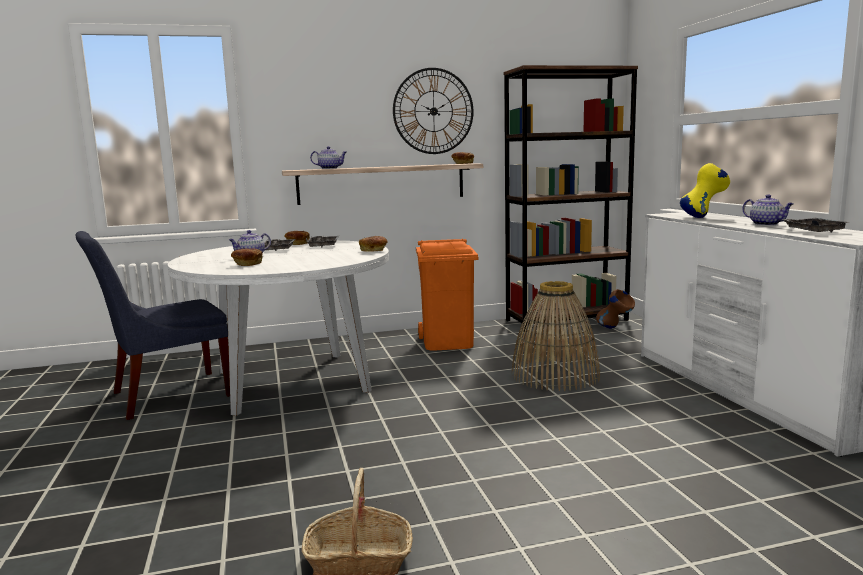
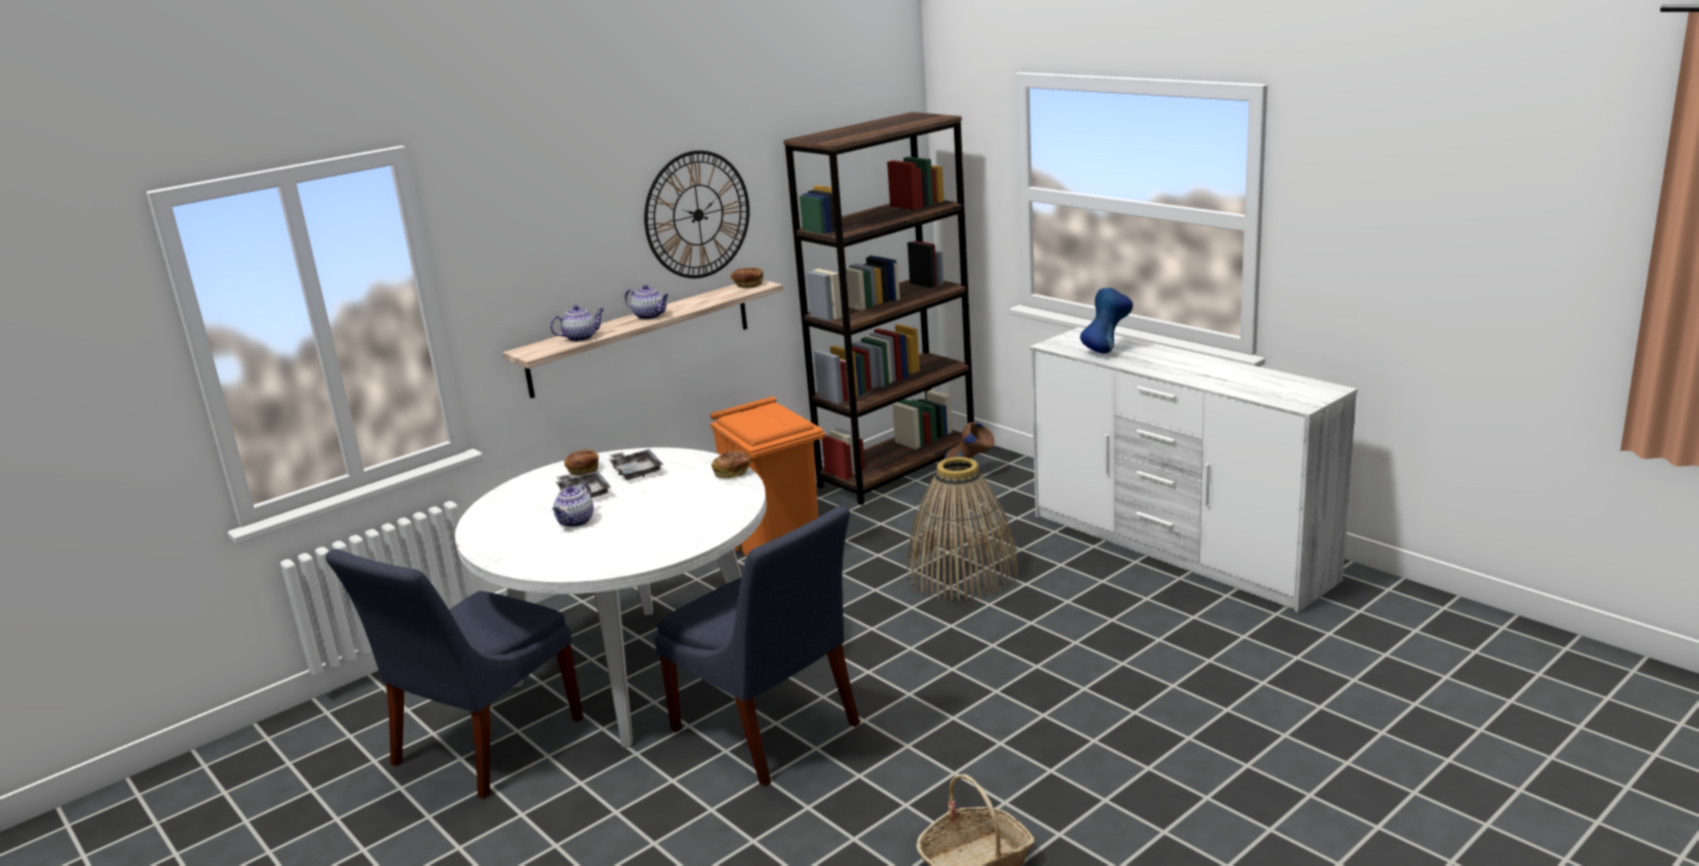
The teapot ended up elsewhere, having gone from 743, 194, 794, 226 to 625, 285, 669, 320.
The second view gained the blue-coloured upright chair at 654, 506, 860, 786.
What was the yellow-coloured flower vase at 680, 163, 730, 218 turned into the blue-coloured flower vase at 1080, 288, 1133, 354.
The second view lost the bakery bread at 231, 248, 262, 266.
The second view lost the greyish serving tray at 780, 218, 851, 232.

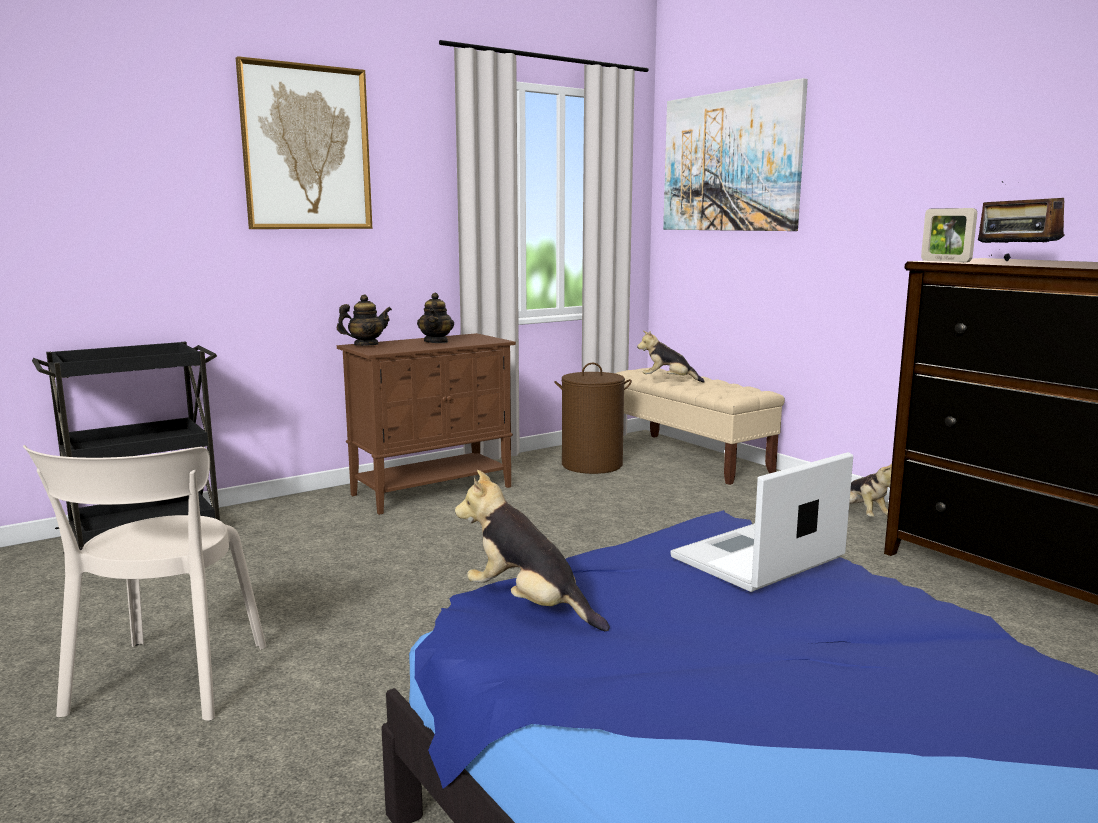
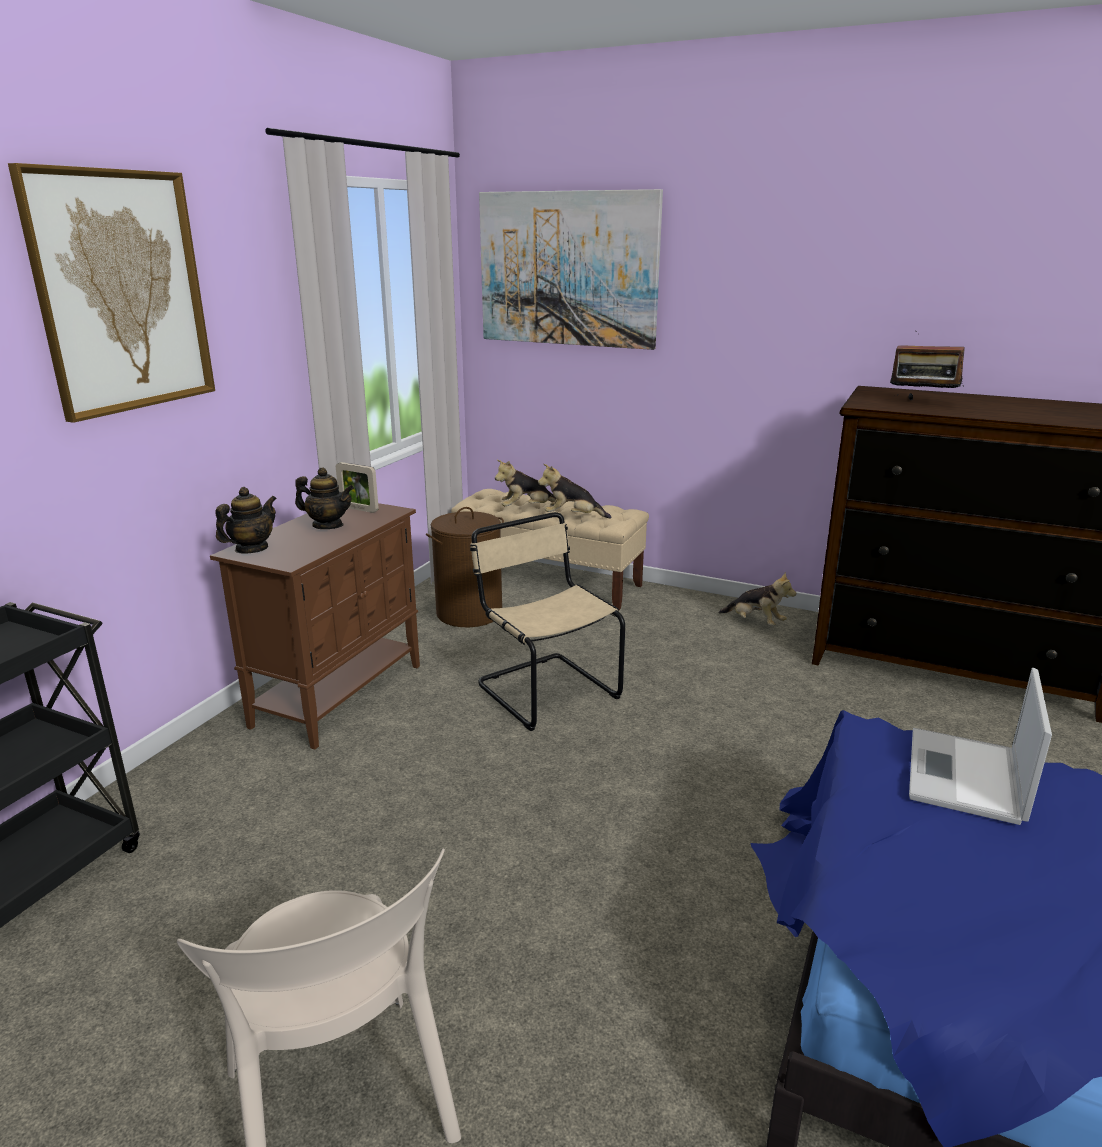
The teapot at 417, 292, 454, 343 ended up facing another way, 45 degrees counterclockwise from before.
The standing frame ended up elsewhere, having gone from 921, 208, 977, 262 to 336, 462, 379, 513.
The second view gained the beige upright chair at 470, 512, 625, 731.
The plush toy ended up elsewhere, having gone from 455, 470, 610, 631 to 538, 464, 611, 519.

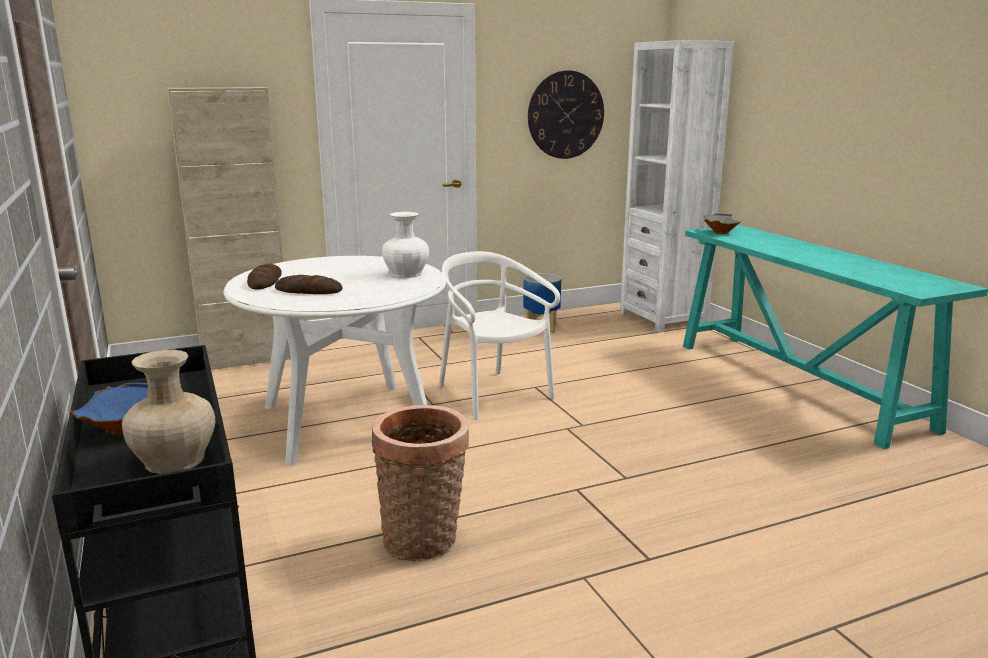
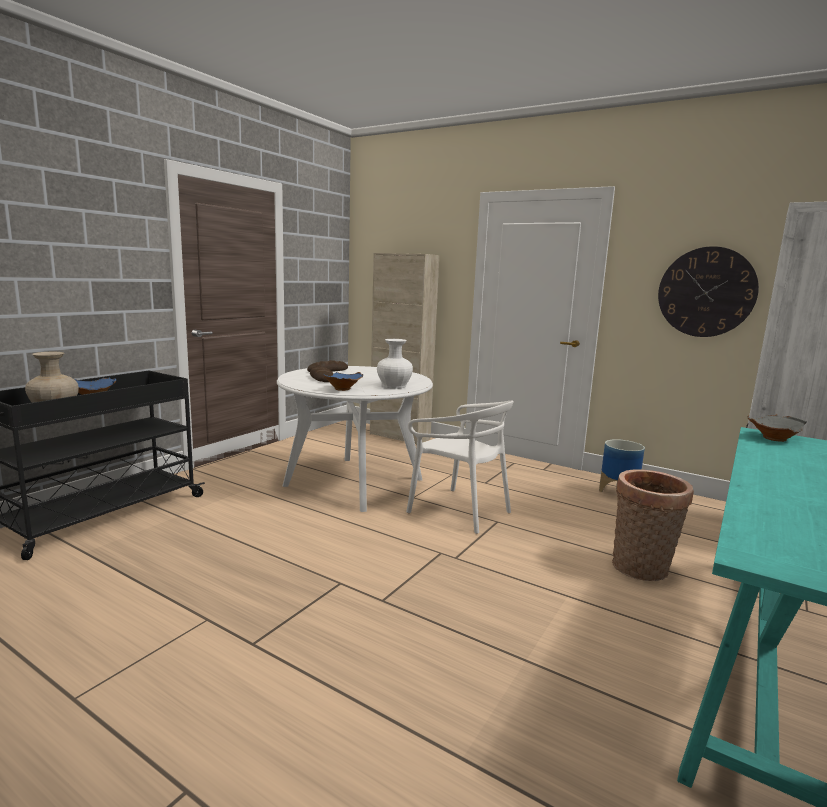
The second view gained the blue-coloured serving bowl at 324, 372, 363, 391.
The white upright chair at 439, 251, 560, 419 ended up facing another way, 105 degrees clockwise from before.
The basket ended up elsewhere, having gone from 372, 405, 469, 561 to 612, 469, 694, 581.

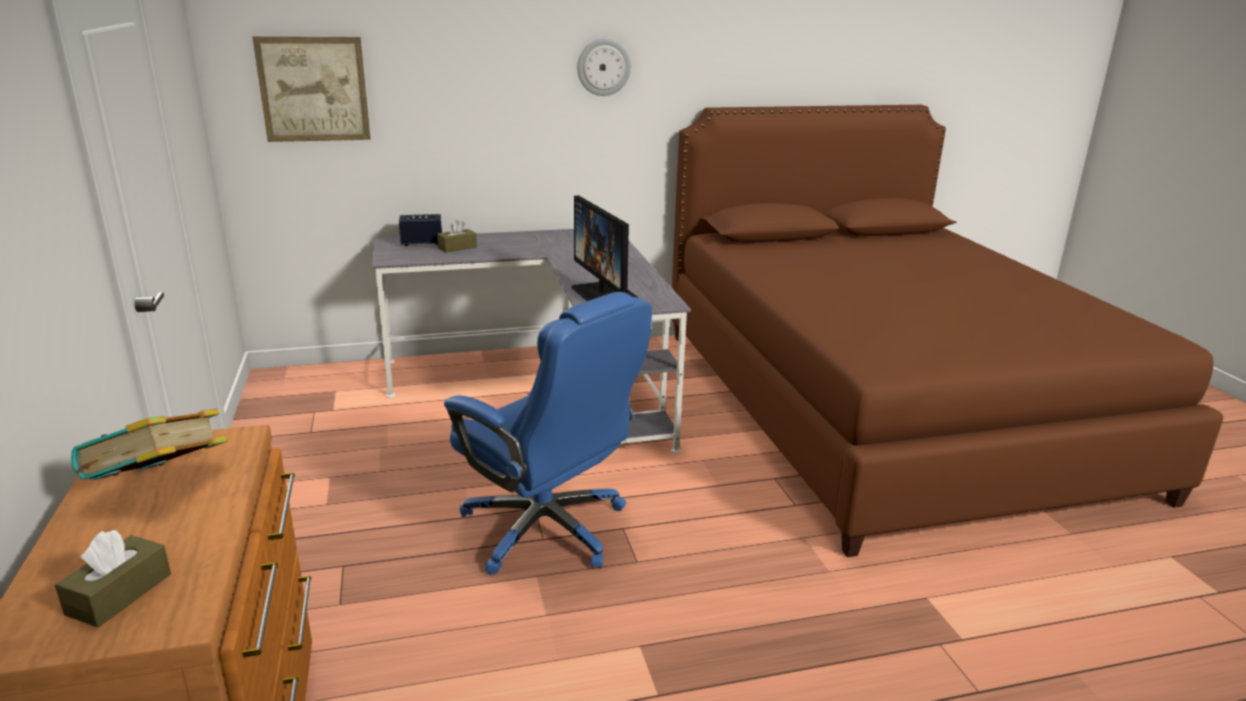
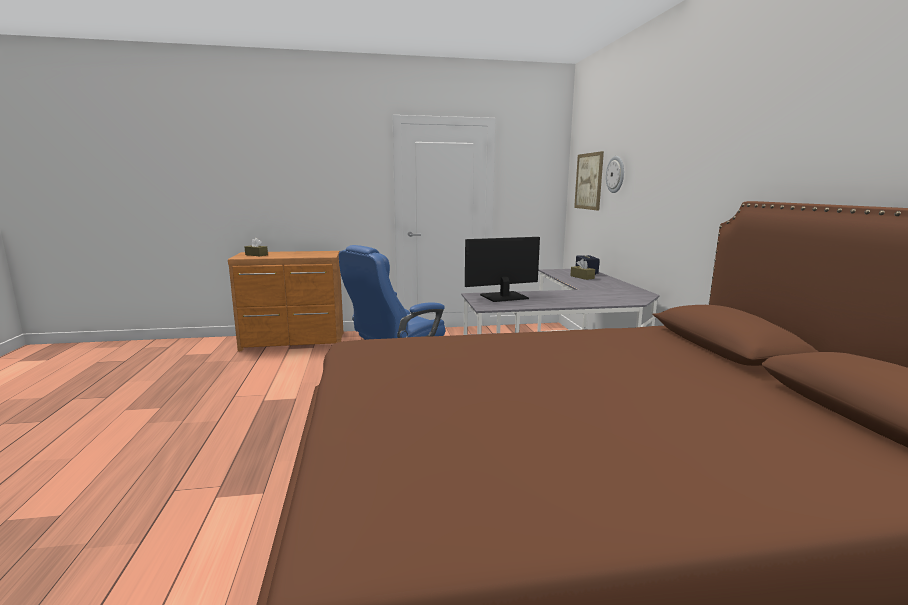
The wall clock ended up elsewhere, having gone from 577, 38, 631, 96 to 606, 156, 624, 193.
The second view lost the volume at 71, 409, 228, 480.

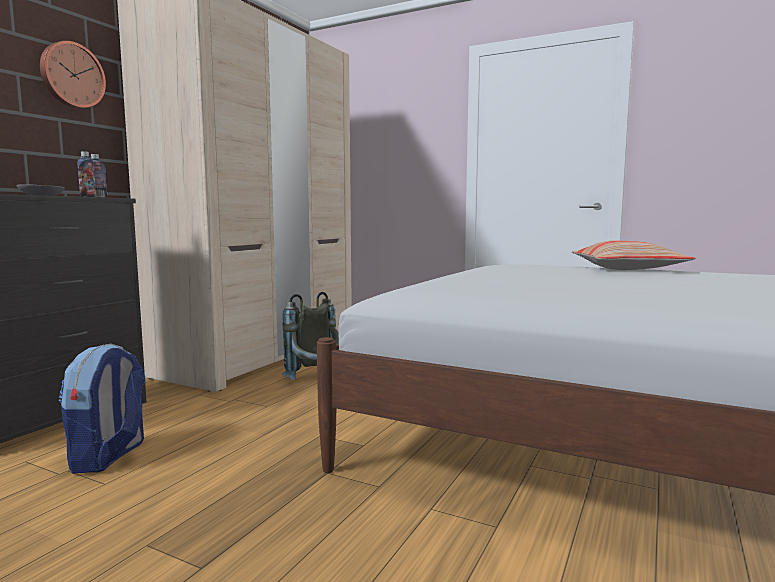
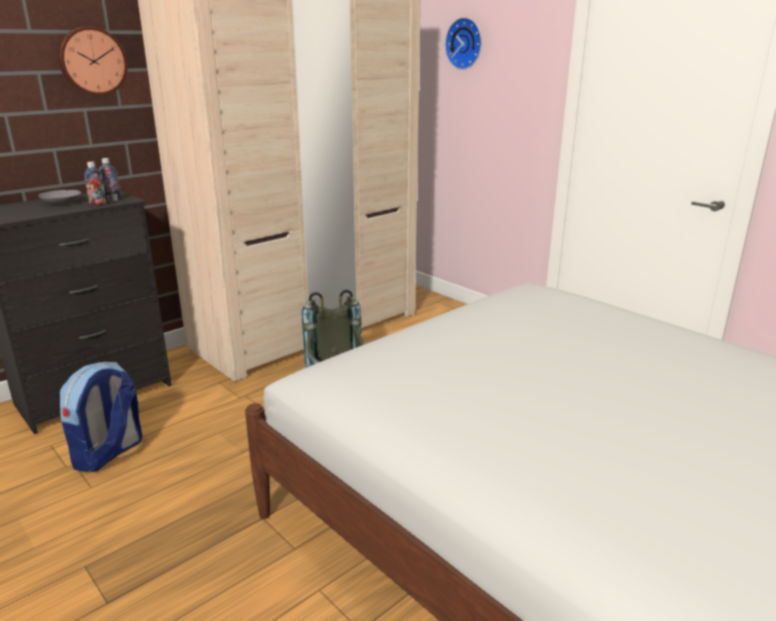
The second view gained the wall clock at 445, 17, 482, 70.
The second view lost the throw pillow at 572, 240, 695, 270.

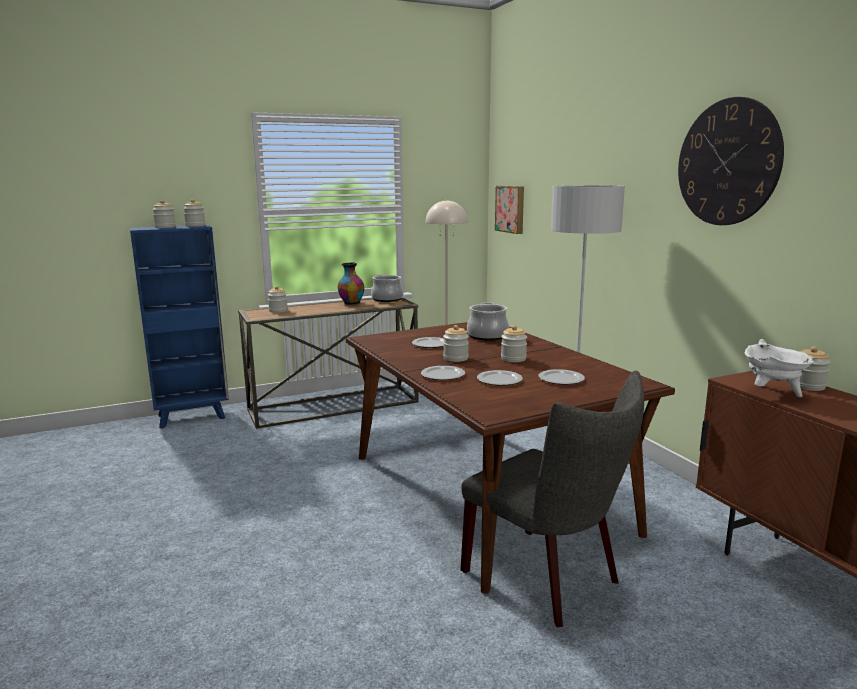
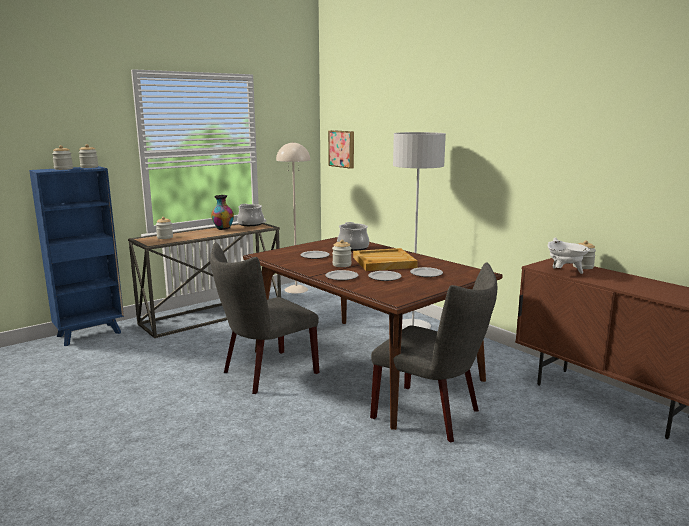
The second view gained the greyish upright chair at 210, 242, 319, 394.
Where the storage jar stood at 501, 325, 527, 362, the beige serving tray came to stand at 353, 248, 418, 271.
The second view lost the wall clock at 678, 97, 784, 225.

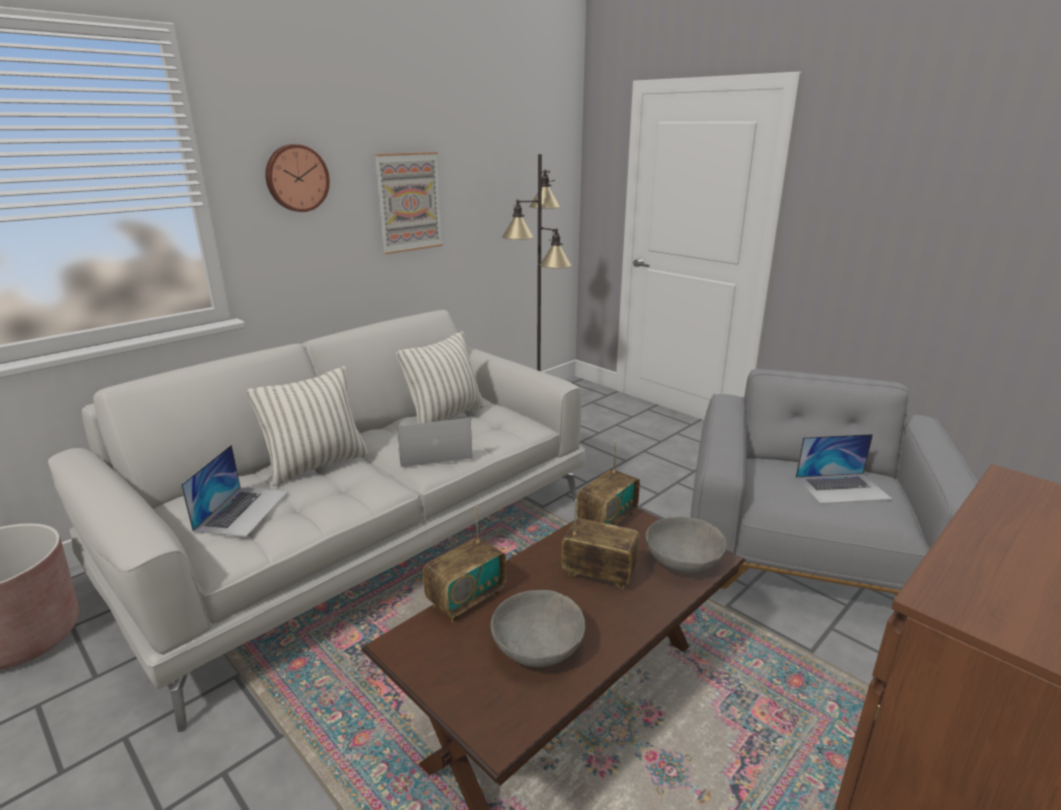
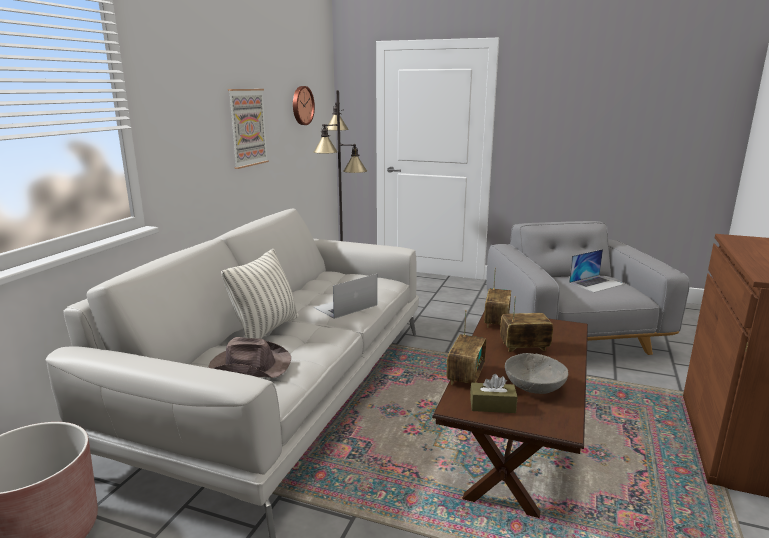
Where the notebook computer stood at 181, 445, 289, 537, the brown-coloured hat came to stand at 208, 337, 291, 378.
The wall clock ended up elsewhere, having gone from 265, 144, 330, 212 to 293, 86, 315, 125.
The second view gained the brown-coloured tissue holder at 470, 374, 517, 413.
The second view lost the throw pillow at 396, 331, 485, 423.
The second view lost the greyish serving bowl at 646, 517, 727, 573.

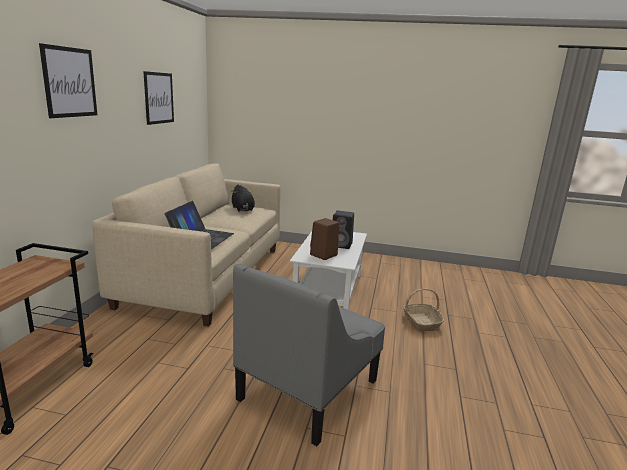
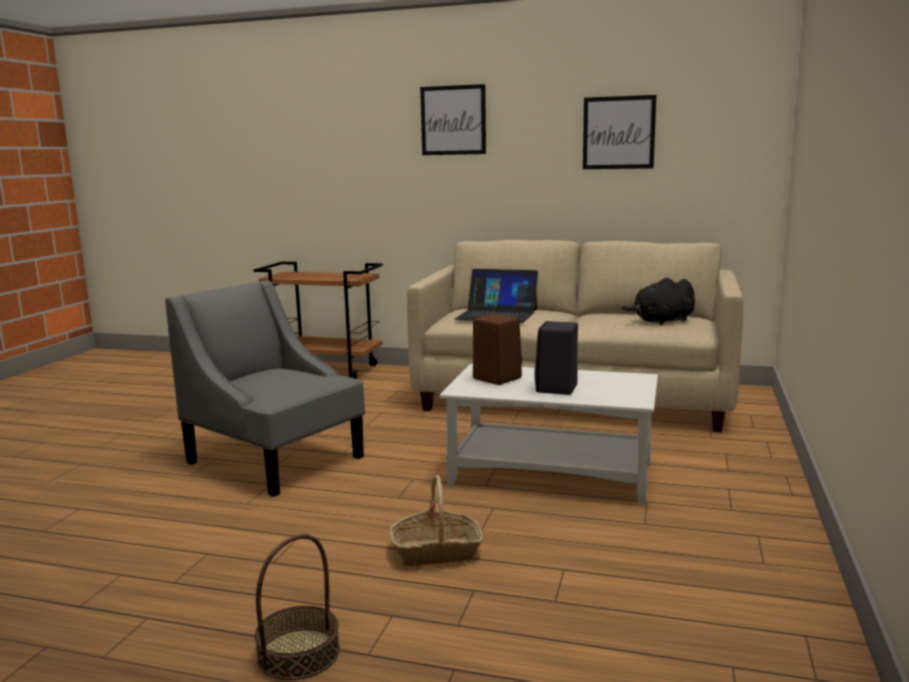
The second view gained the basket at 255, 534, 340, 680.

